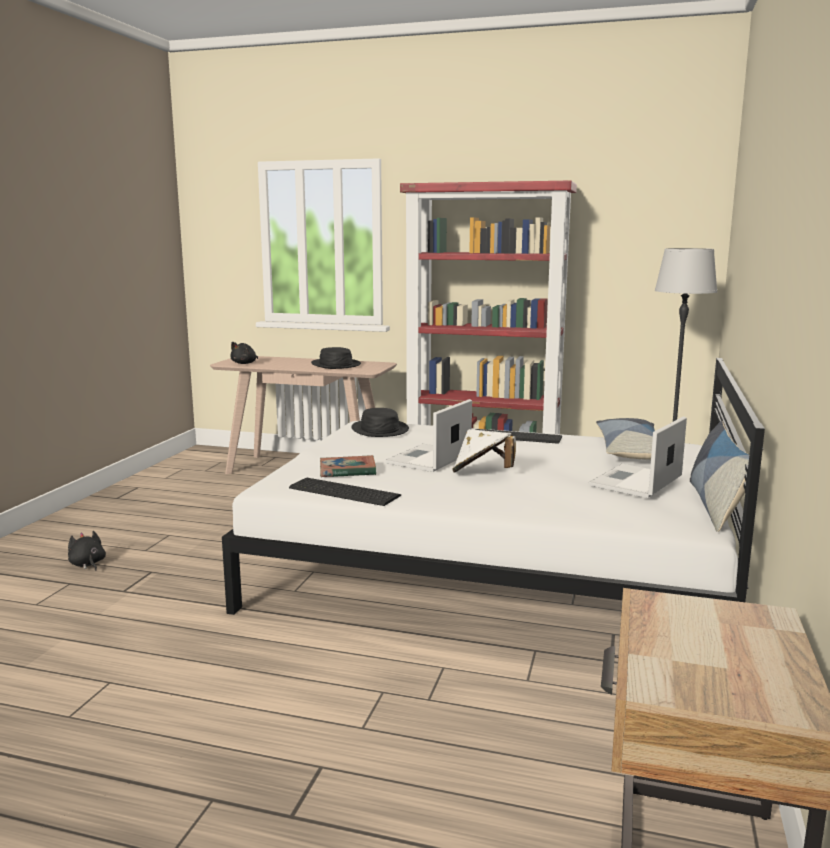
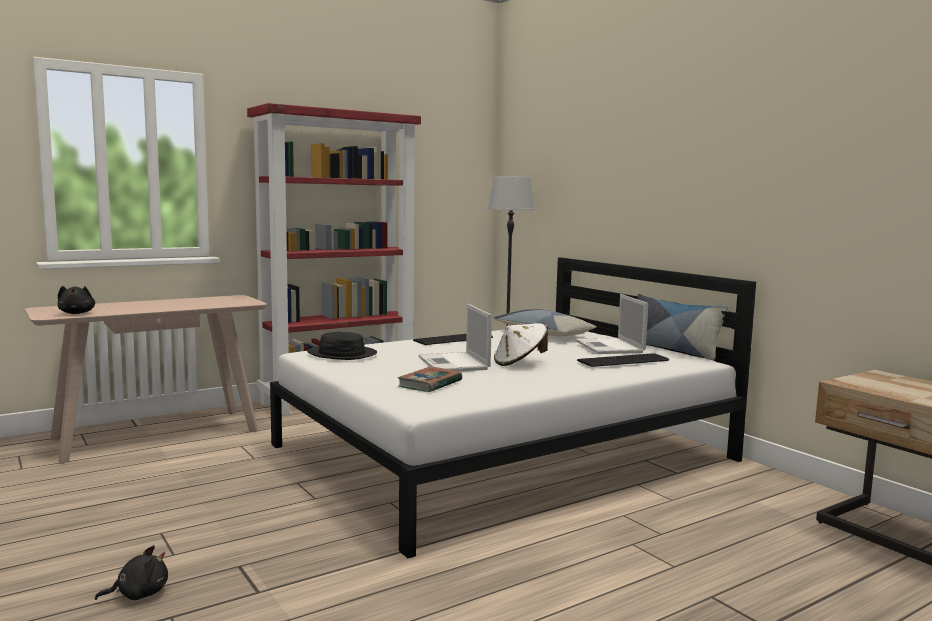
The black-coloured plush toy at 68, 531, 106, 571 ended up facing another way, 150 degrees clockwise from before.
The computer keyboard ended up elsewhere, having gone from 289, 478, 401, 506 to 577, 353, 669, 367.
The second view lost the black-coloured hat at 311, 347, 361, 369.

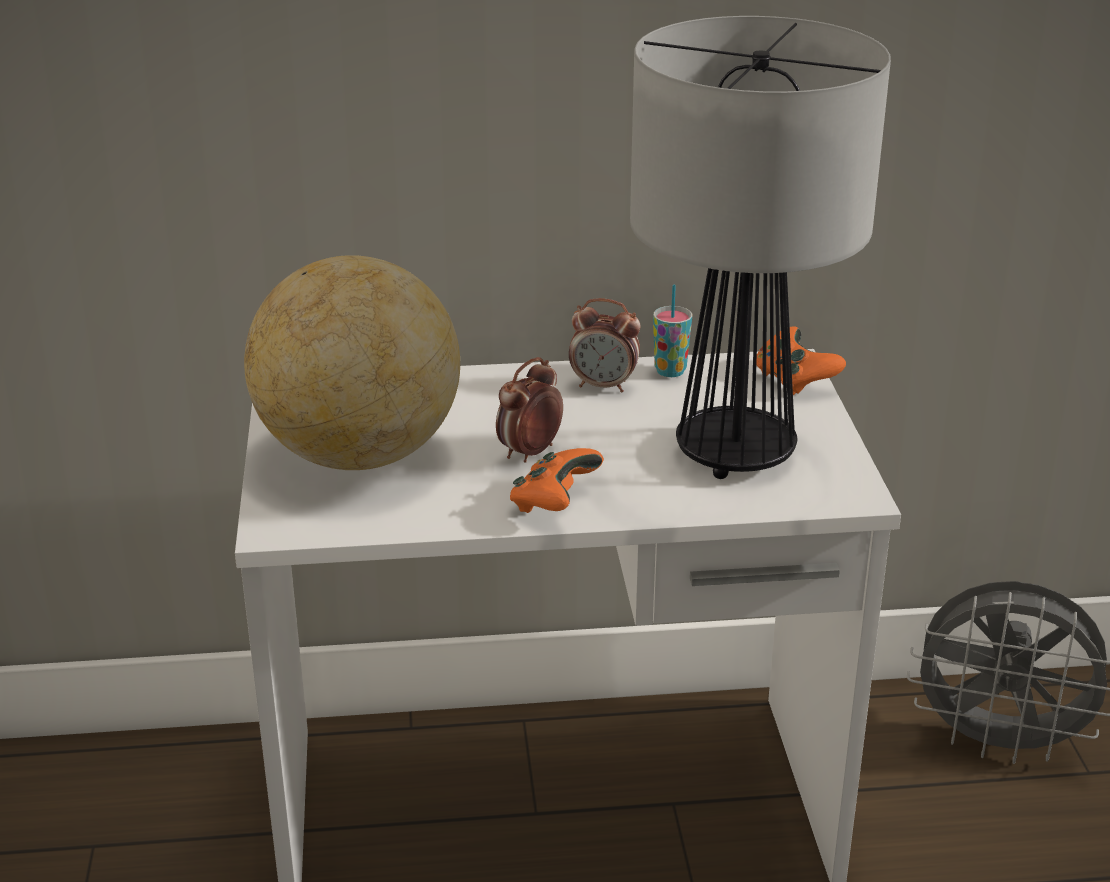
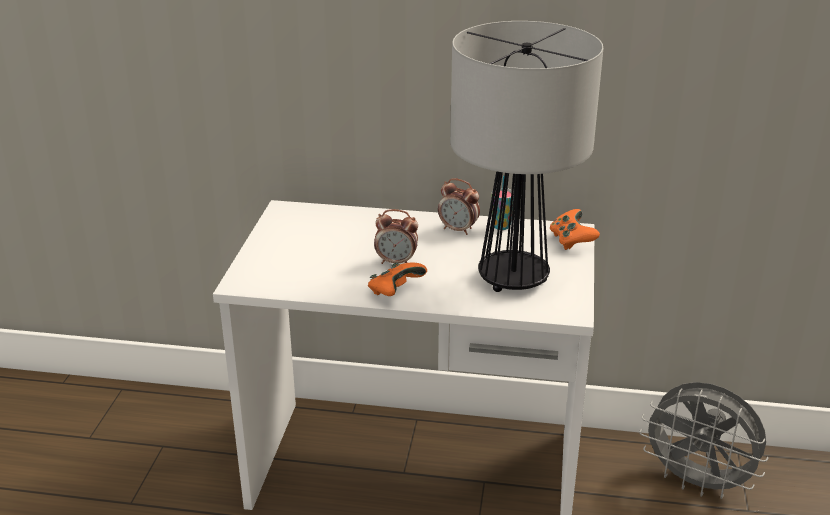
The bedside clock at 496, 357, 563, 463 ended up facing another way, 135 degrees counterclockwise from before.
The second view lost the desk globe at 244, 255, 460, 470.

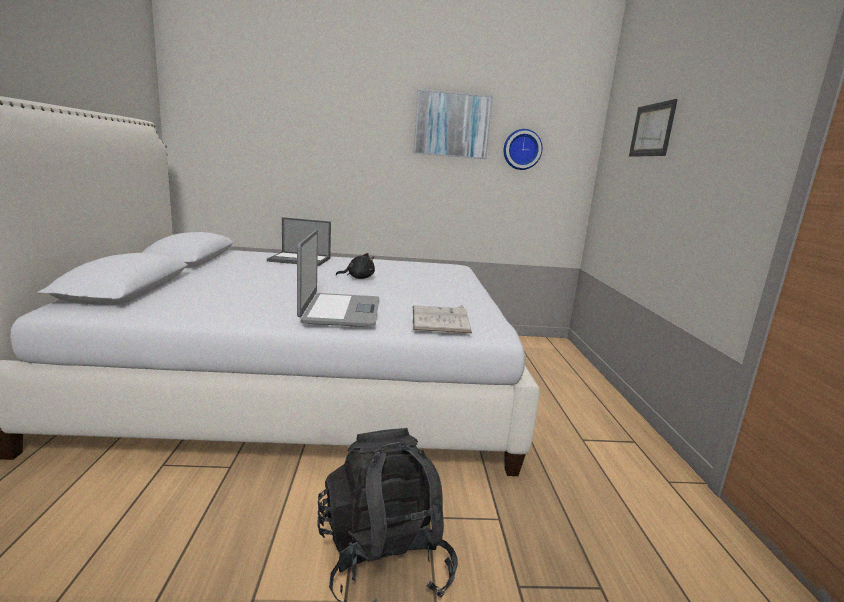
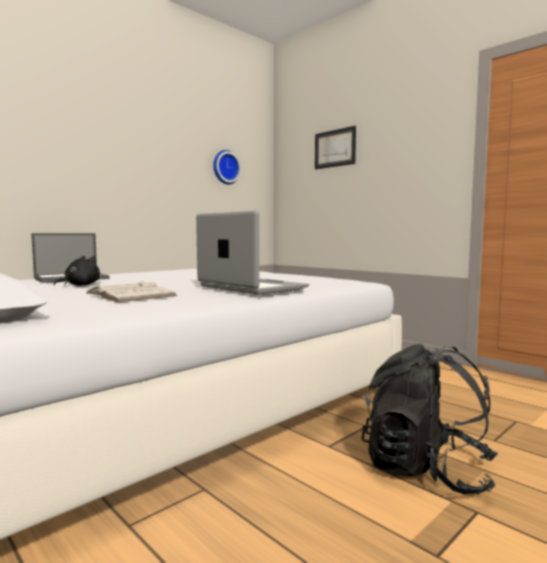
The black-coloured plush toy ended up elsewhere, having gone from 336, 253, 375, 279 to 53, 256, 100, 286.
The white volume ended up elsewhere, having gone from 413, 305, 472, 333 to 86, 281, 177, 302.
The second view lost the wall picture at 413, 89, 493, 159.

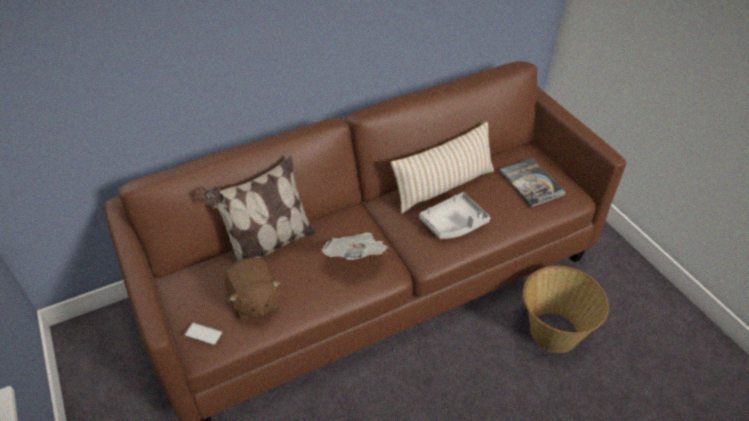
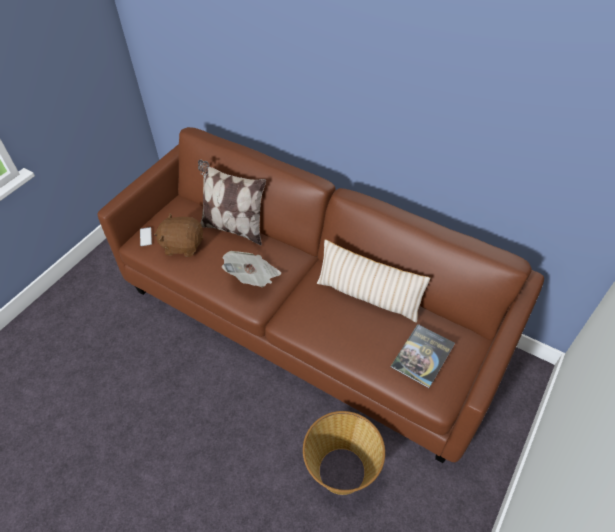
The brown-coloured plush toy at 225, 257, 281, 320 ended up facing another way, 60 degrees clockwise from before.
The second view lost the greyish serving tray at 419, 192, 490, 239.

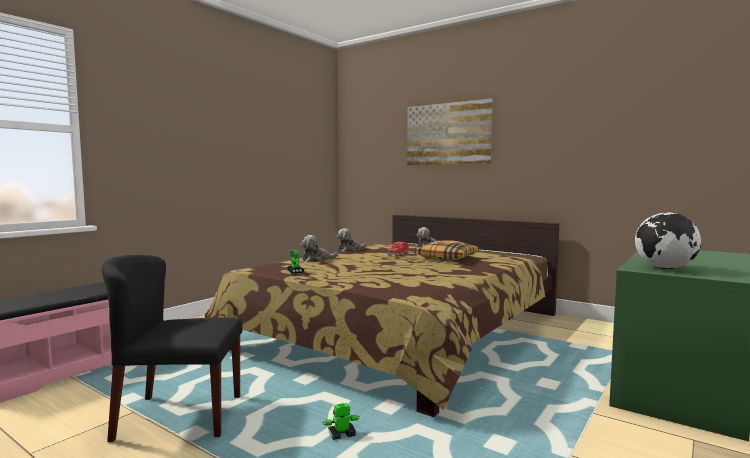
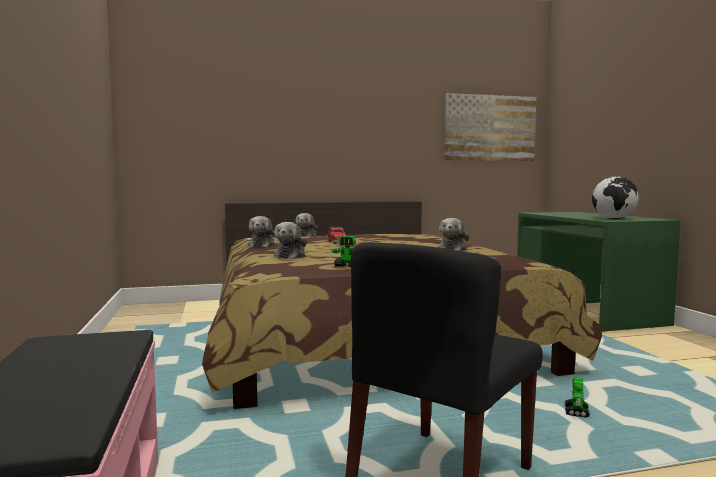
The second view gained the plush toy at 437, 218, 469, 251.
The wall picture ended up elsewhere, having gone from 407, 99, 492, 165 to 444, 93, 536, 161.
The second view lost the throw pillow at 415, 240, 479, 261.

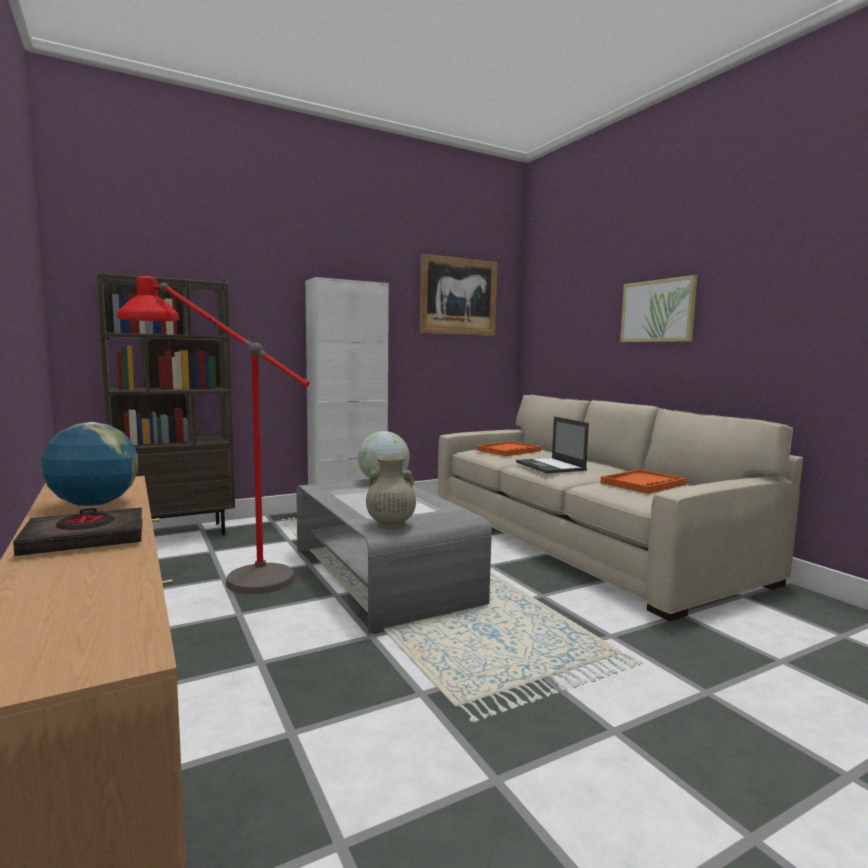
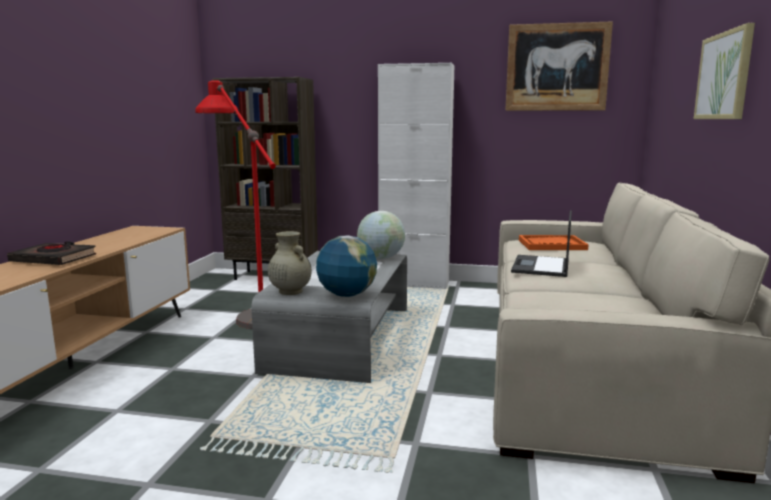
The desk globe ended up elsewhere, having gone from 41, 422, 138, 506 to 316, 235, 377, 297.
The second view lost the orange-coloured serving tray at 600, 469, 687, 494.

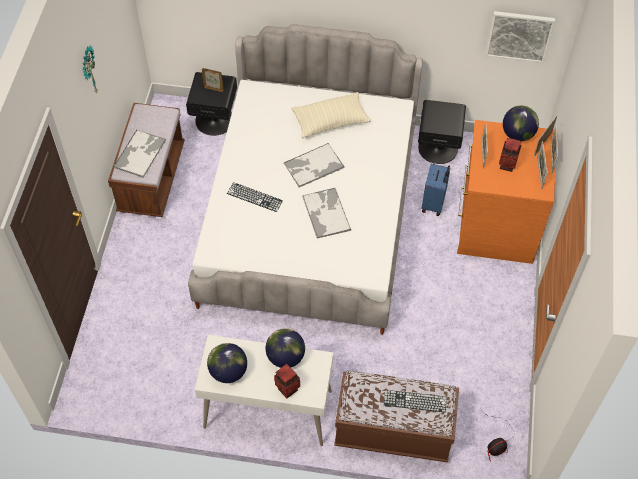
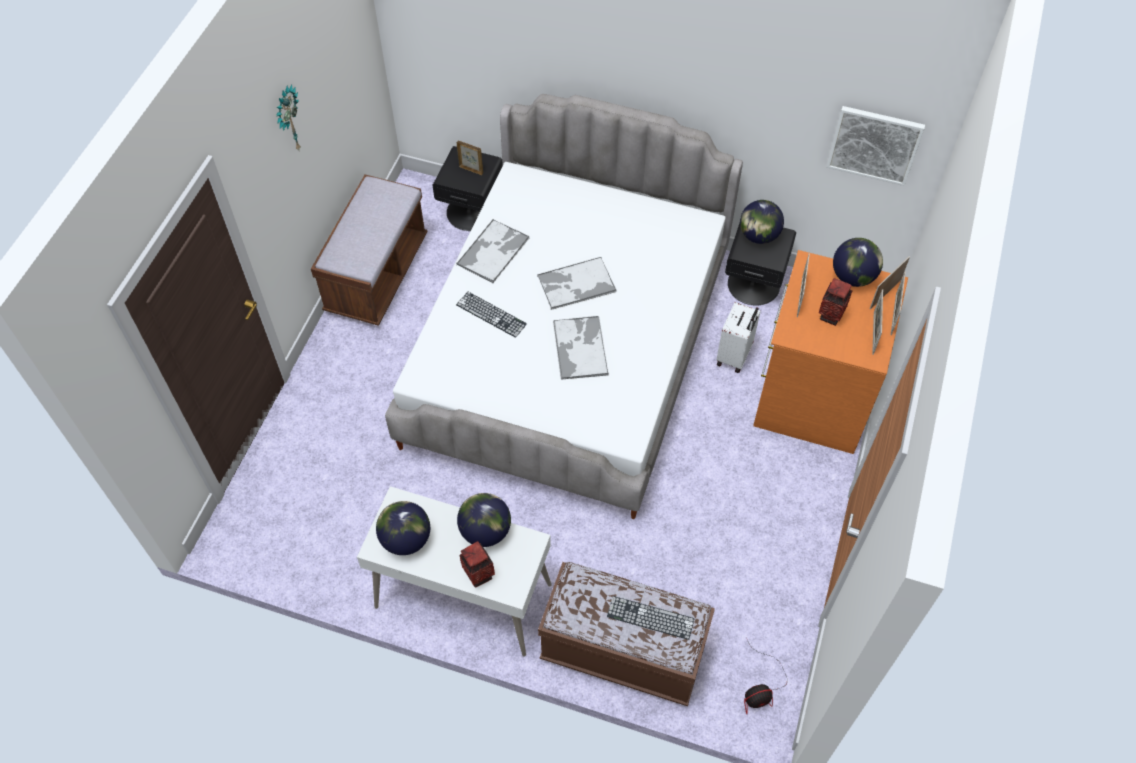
The serving tray ended up elsewhere, having gone from 113, 129, 166, 178 to 456, 219, 530, 283.
What was the blue-coloured piece of luggage at 422, 164, 450, 216 turned into the white piece of luggage at 716, 302, 761, 373.
The second view gained the desk globe at 740, 200, 784, 244.
The second view lost the beige throw pillow at 291, 92, 371, 138.

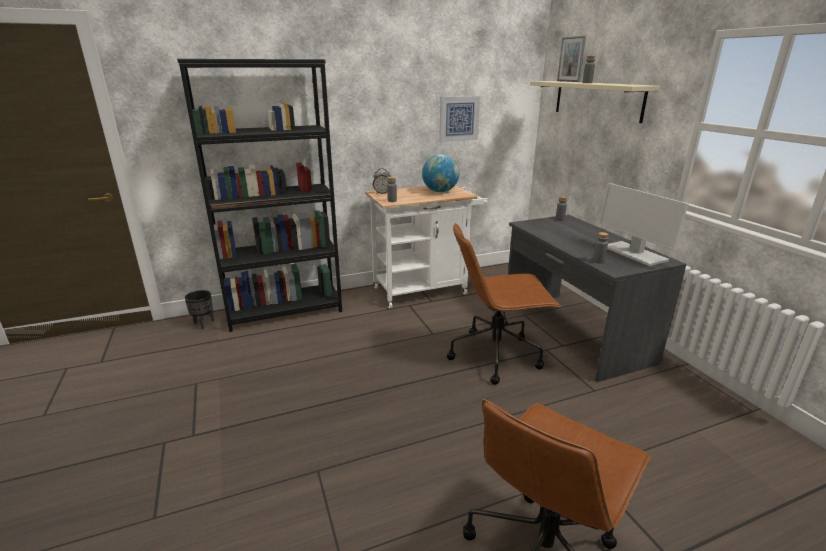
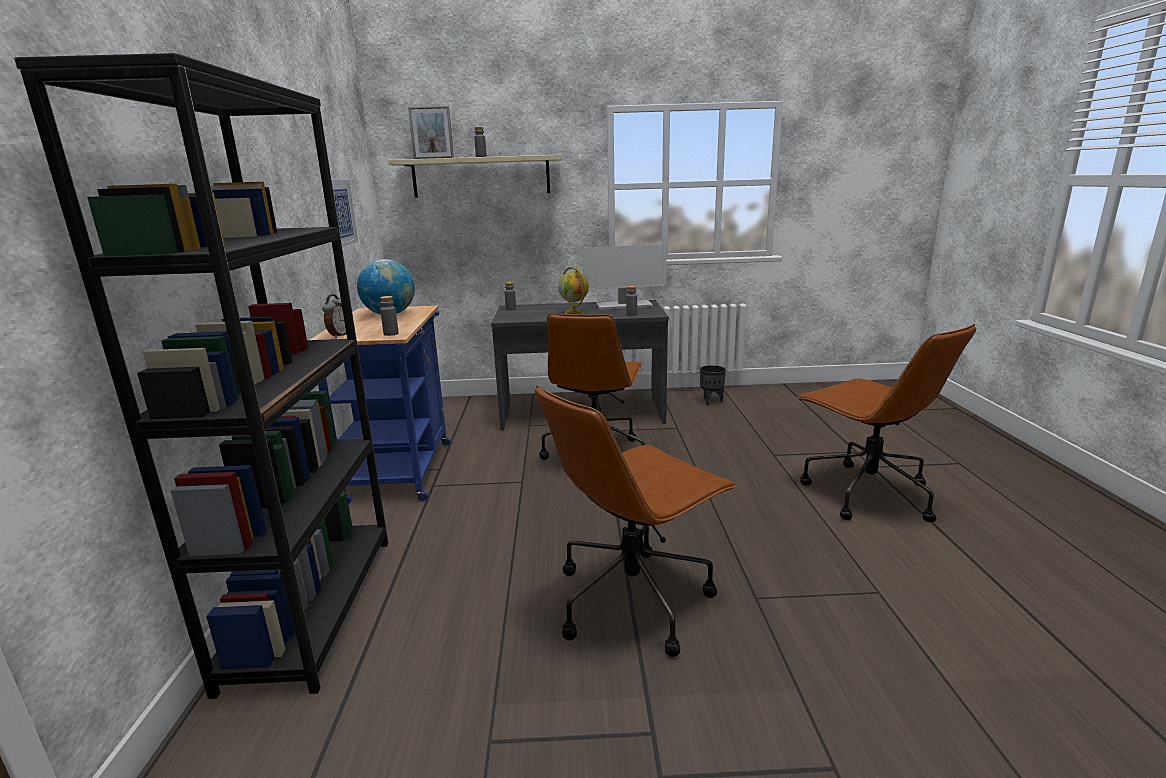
What was the white wheeled cart at 365, 185, 488, 308 turned into the blue-coloured wheeled cart at 310, 306, 451, 504.
The second view gained the brown-coloured office chair at 535, 385, 737, 657.
The second view gained the desk globe at 558, 267, 589, 315.
The black-coloured plant pot ended up elsewhere, having gone from 185, 290, 214, 329 to 700, 365, 726, 405.

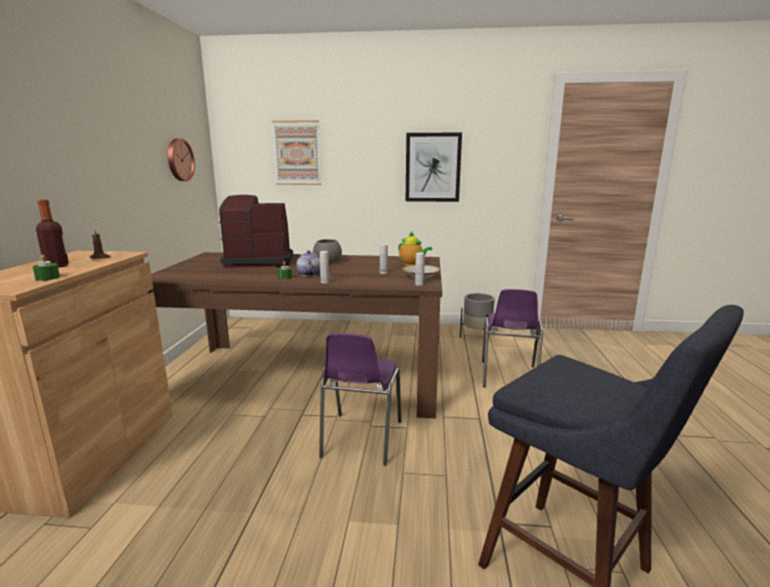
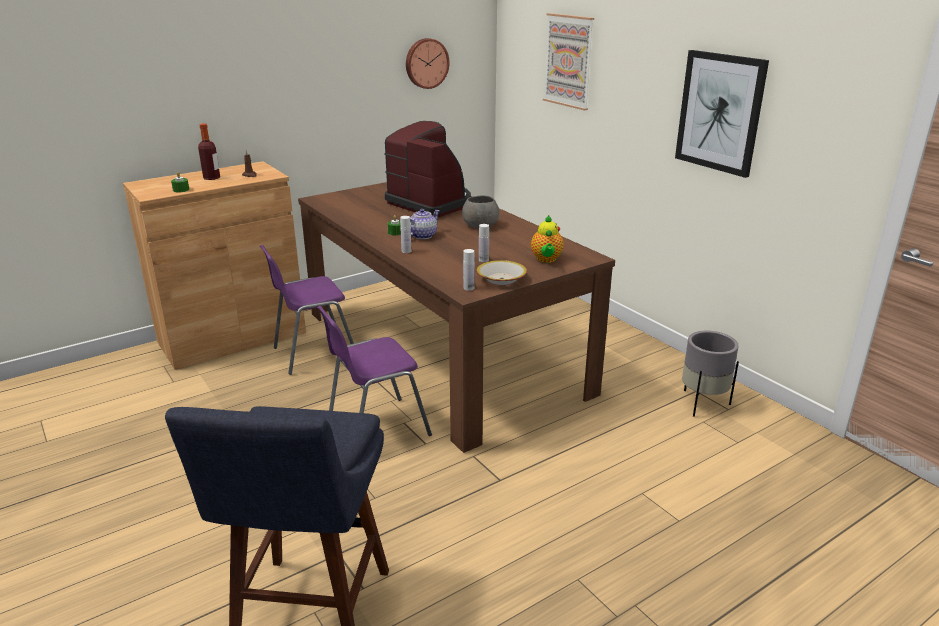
The purple-coloured upright chair ended up elsewhere, having gone from 482, 289, 543, 387 to 260, 245, 354, 375.

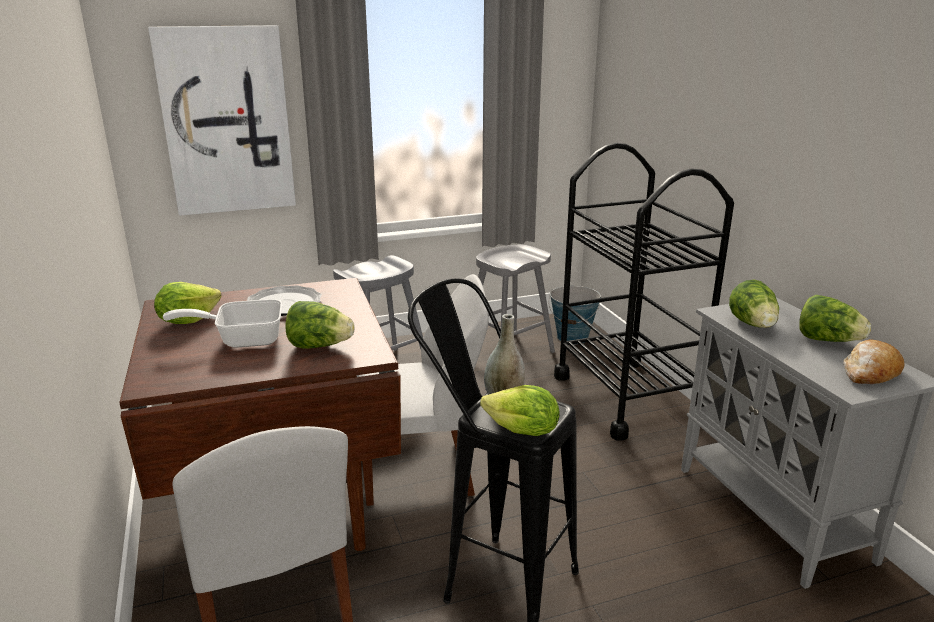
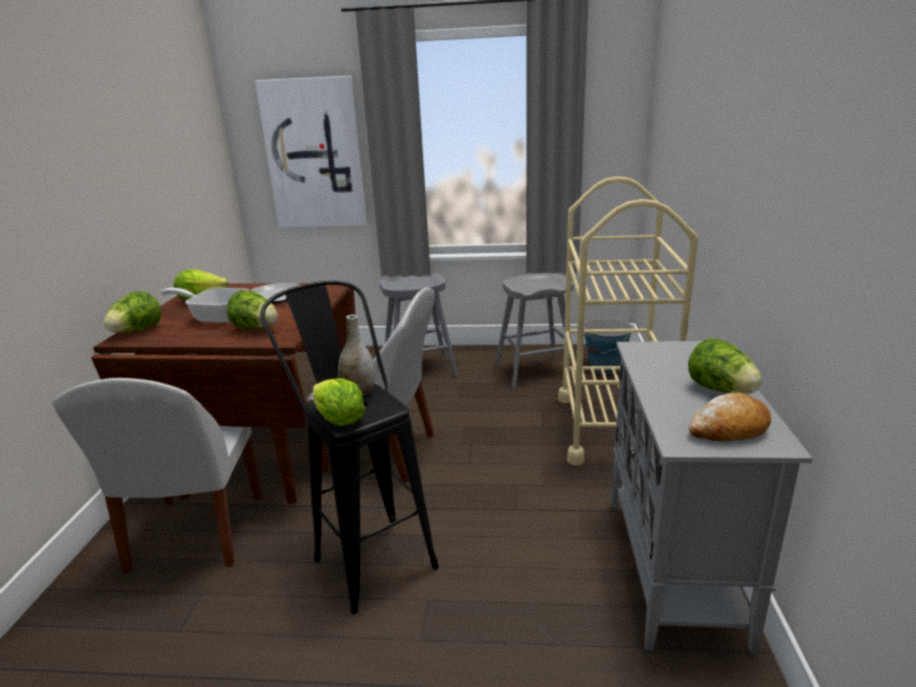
The lettuce head ended up elsewhere, having gone from 729, 280, 779, 328 to 103, 291, 161, 332.
What was the black-coloured wheeled cart at 554, 143, 734, 441 turned into the beige wheeled cart at 558, 176, 698, 466.

